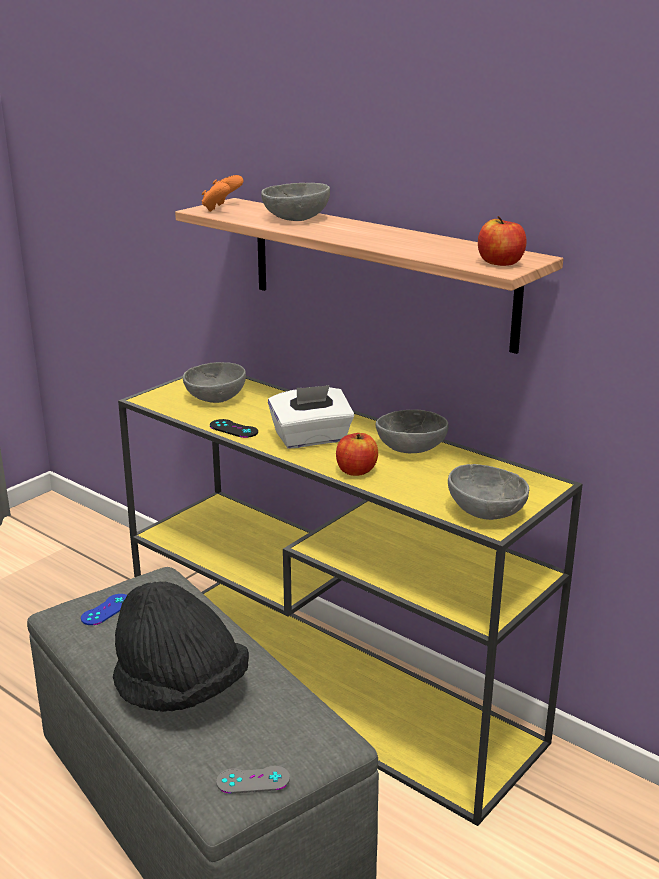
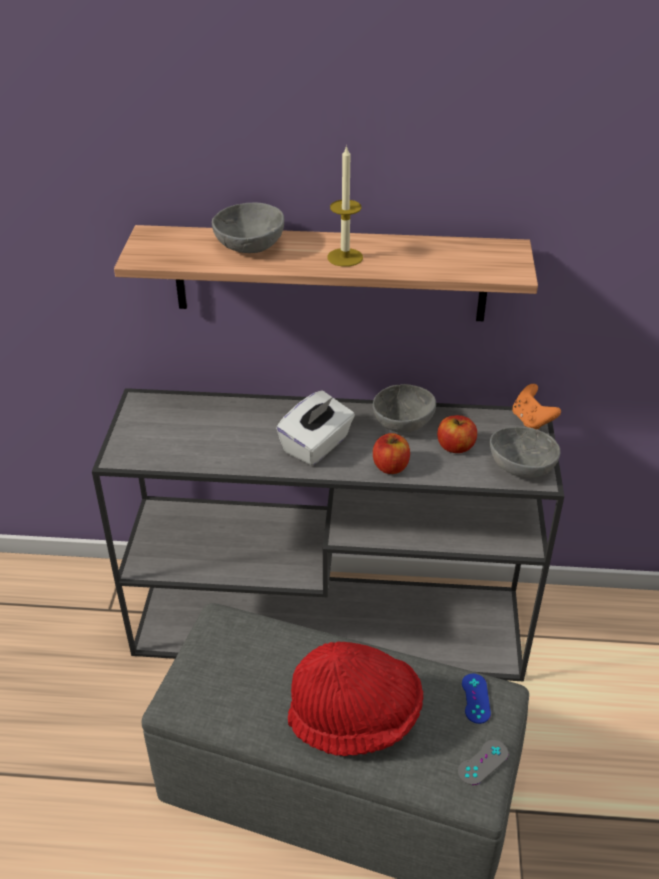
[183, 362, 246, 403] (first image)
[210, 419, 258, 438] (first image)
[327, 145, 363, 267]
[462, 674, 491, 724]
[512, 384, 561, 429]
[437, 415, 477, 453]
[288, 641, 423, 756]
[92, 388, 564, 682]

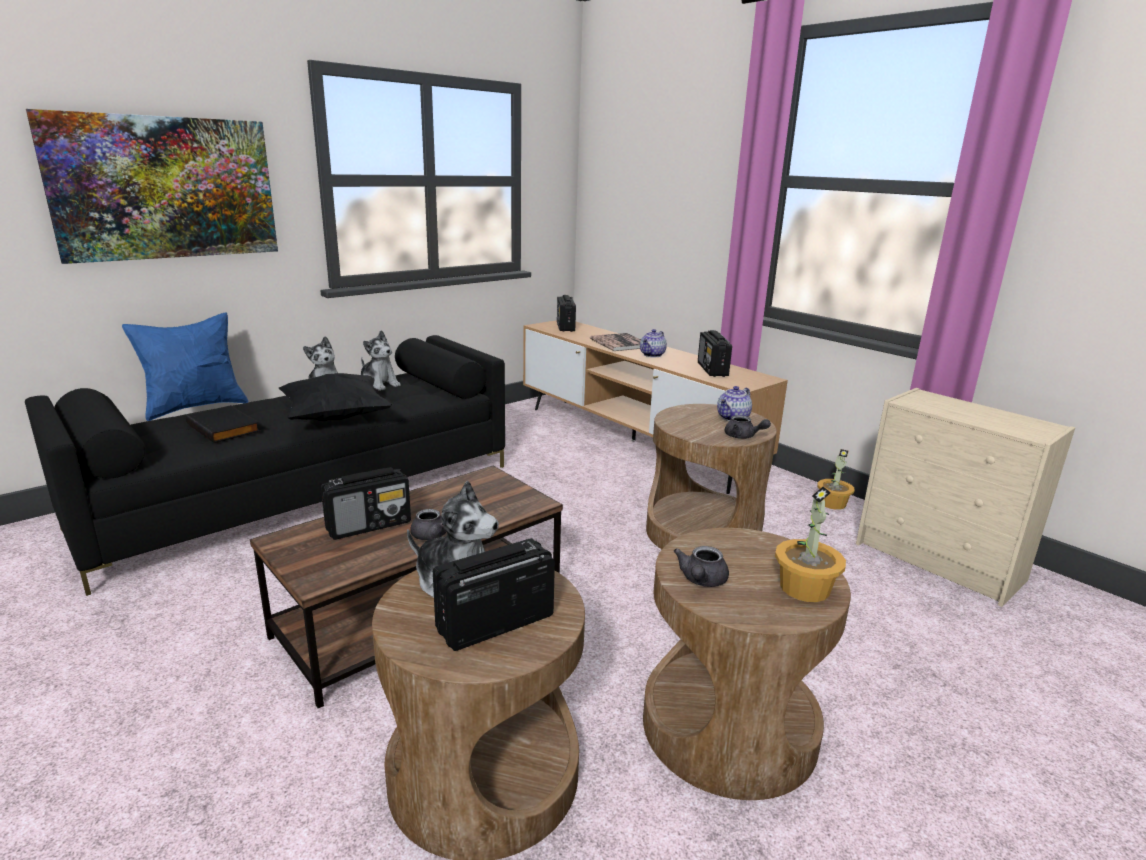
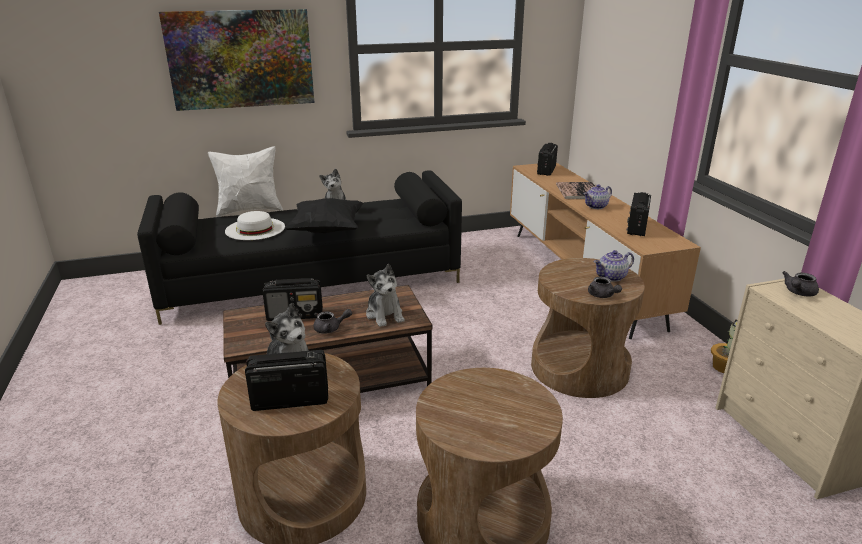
[775, 487, 846, 602] (first image)
[366, 264, 405, 327]
[782, 271, 819, 297]
[225, 211, 285, 240]
[208, 146, 283, 217]

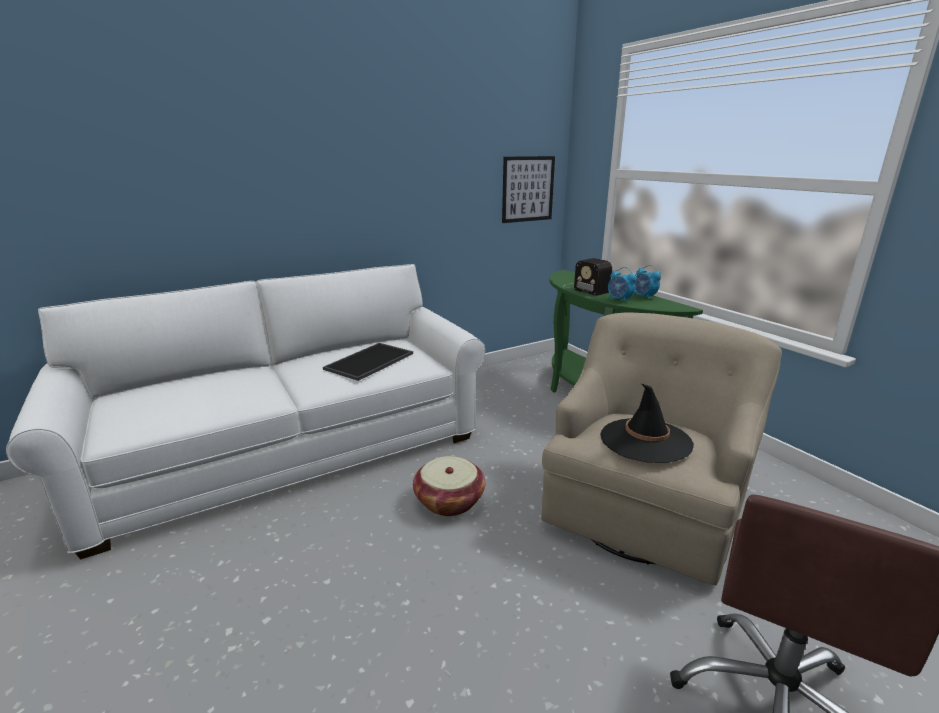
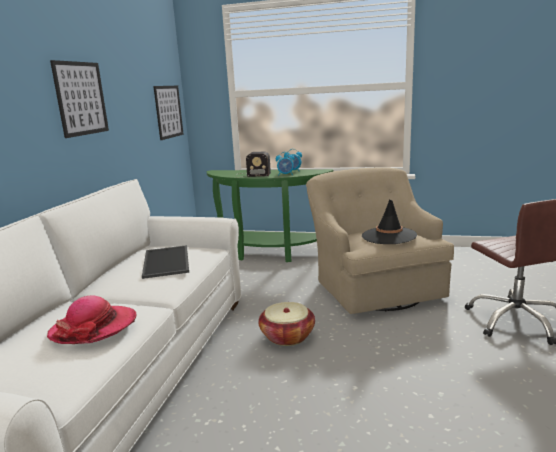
[47, 295, 136, 344]
[50, 60, 109, 138]

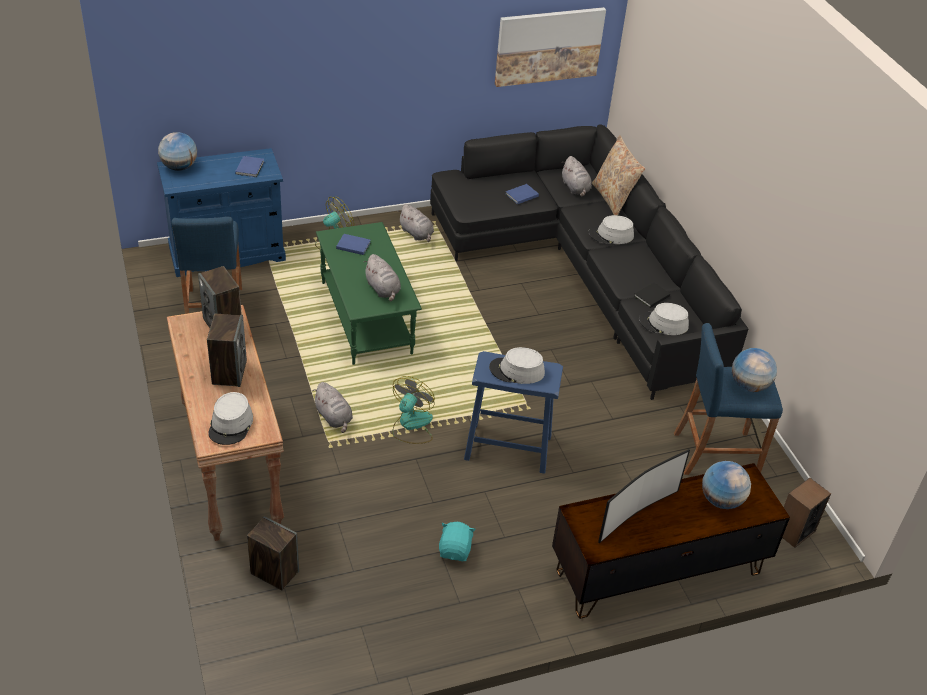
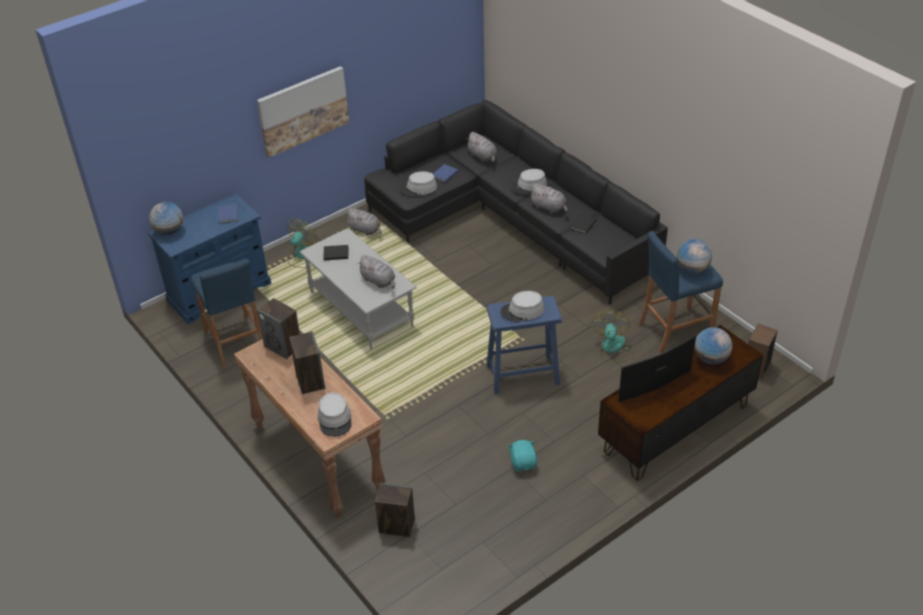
[592, 135, 645, 215] (first image)
[530, 183, 568, 213]
[592, 310, 635, 363]
[257, 66, 349, 157]
[399, 171, 437, 196]
[299, 228, 417, 349]
[324, 245, 348, 260]
[618, 335, 696, 402]

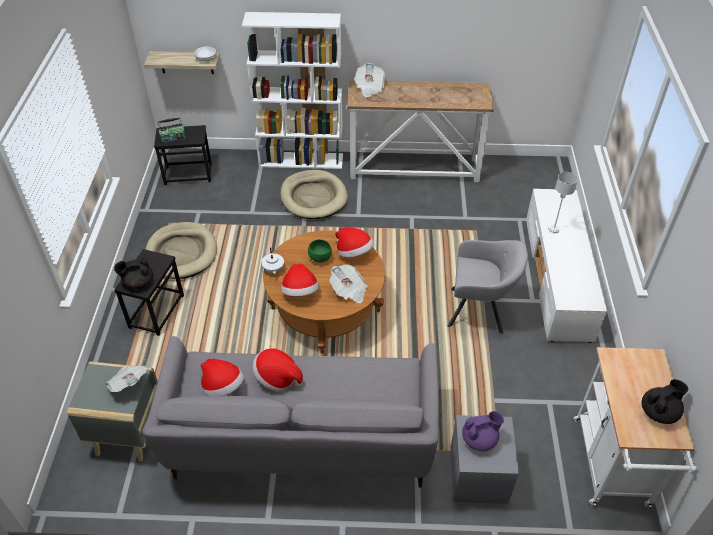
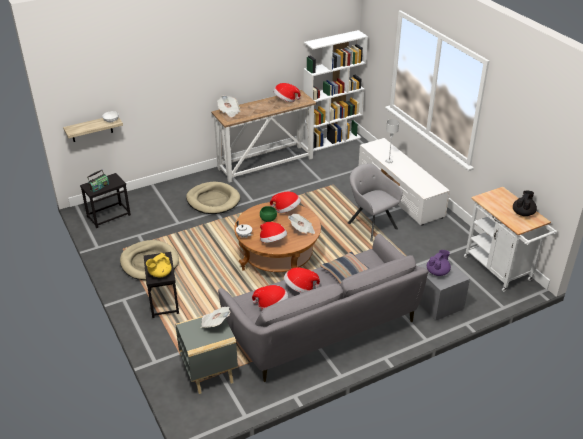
[273, 83, 300, 102]
[320, 252, 370, 284]
[303, 30, 368, 152]
[146, 253, 172, 277]
[348, 164, 403, 242]

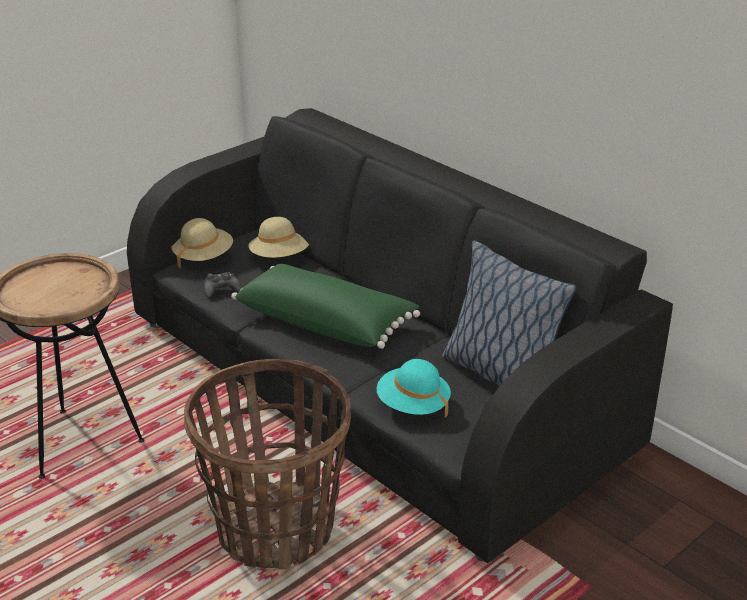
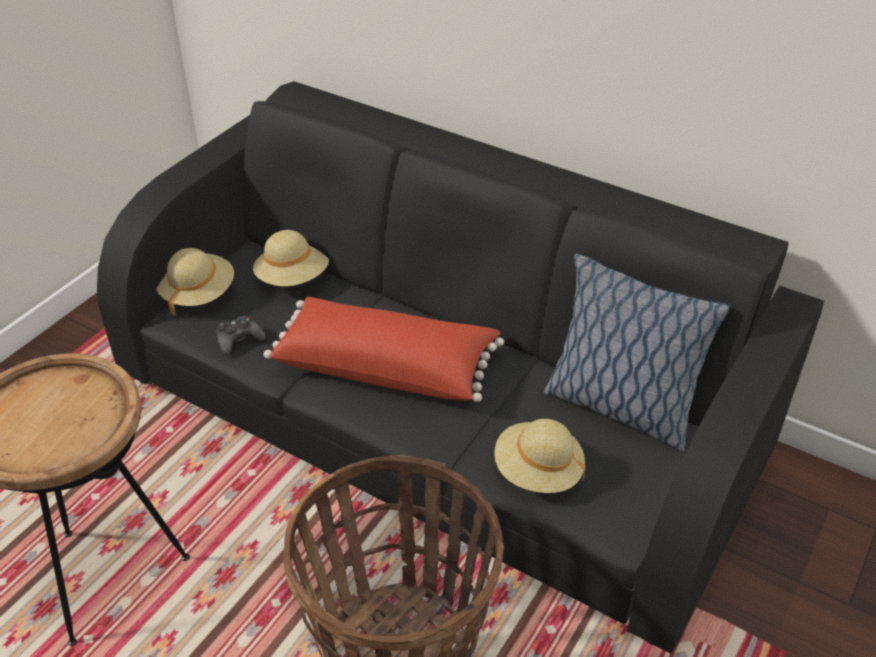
[264, 297, 504, 402]
[494, 419, 585, 493]

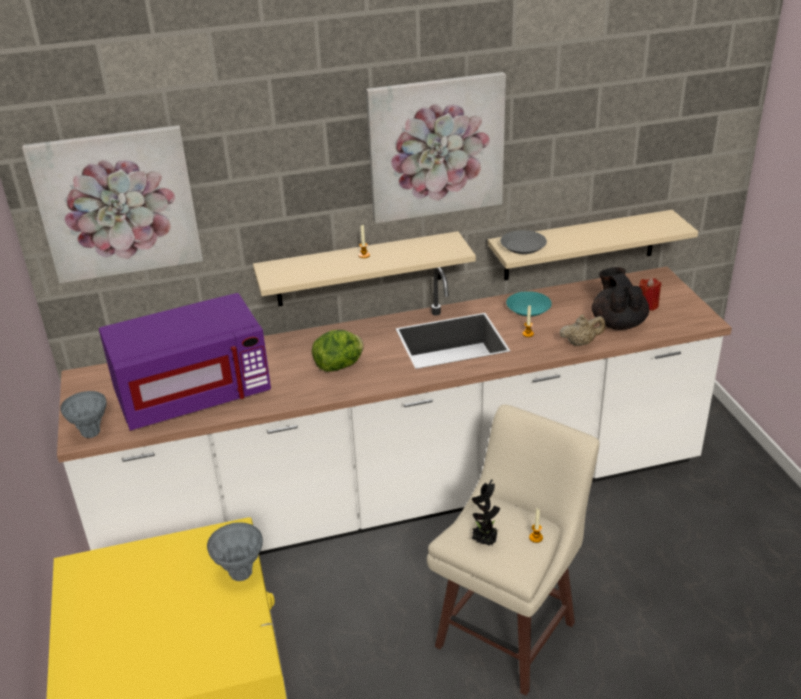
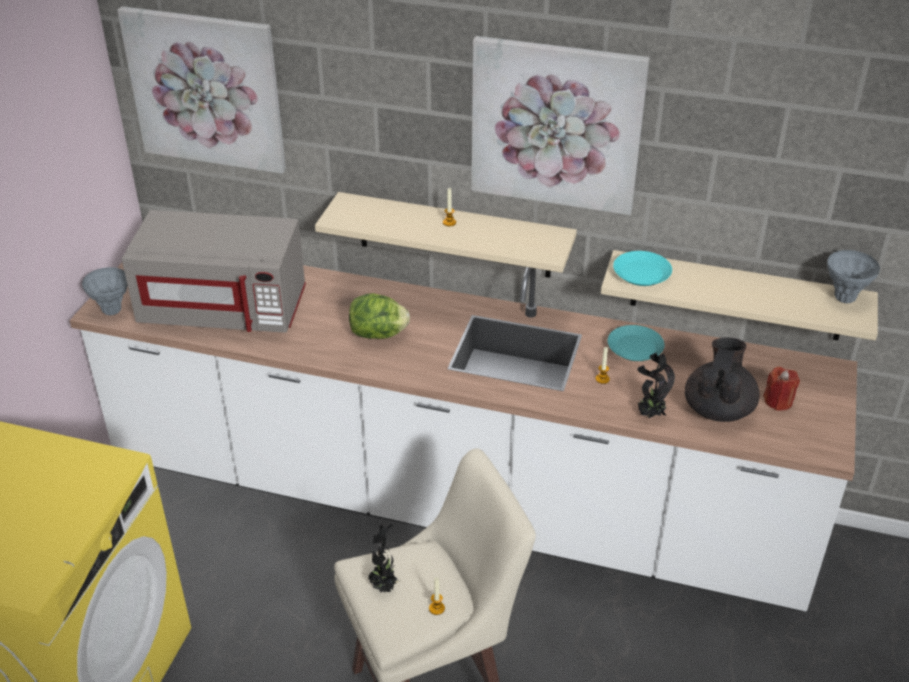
[827, 250, 880, 303]
[637, 352, 675, 418]
[122, 210, 306, 333]
[613, 251, 672, 286]

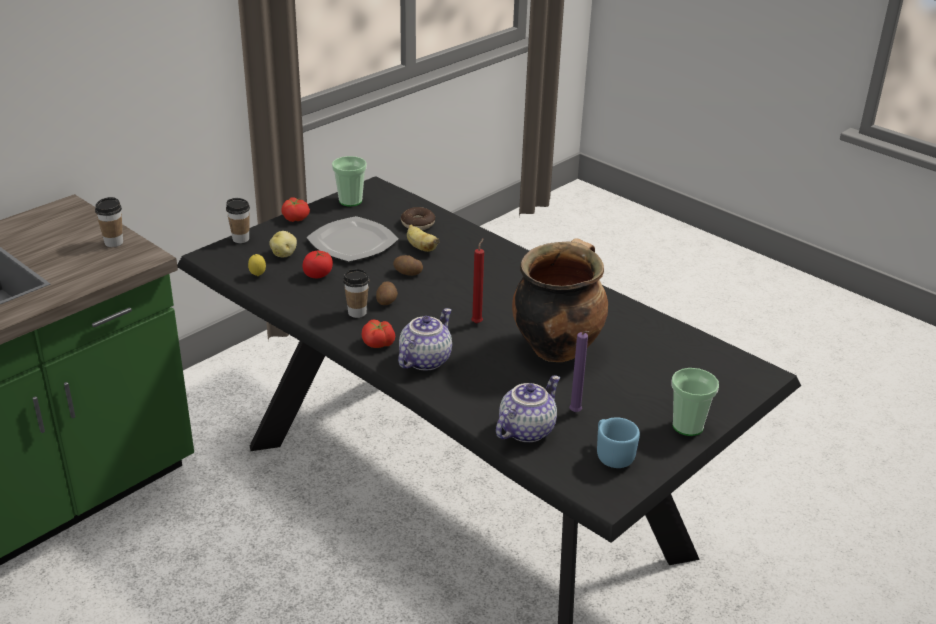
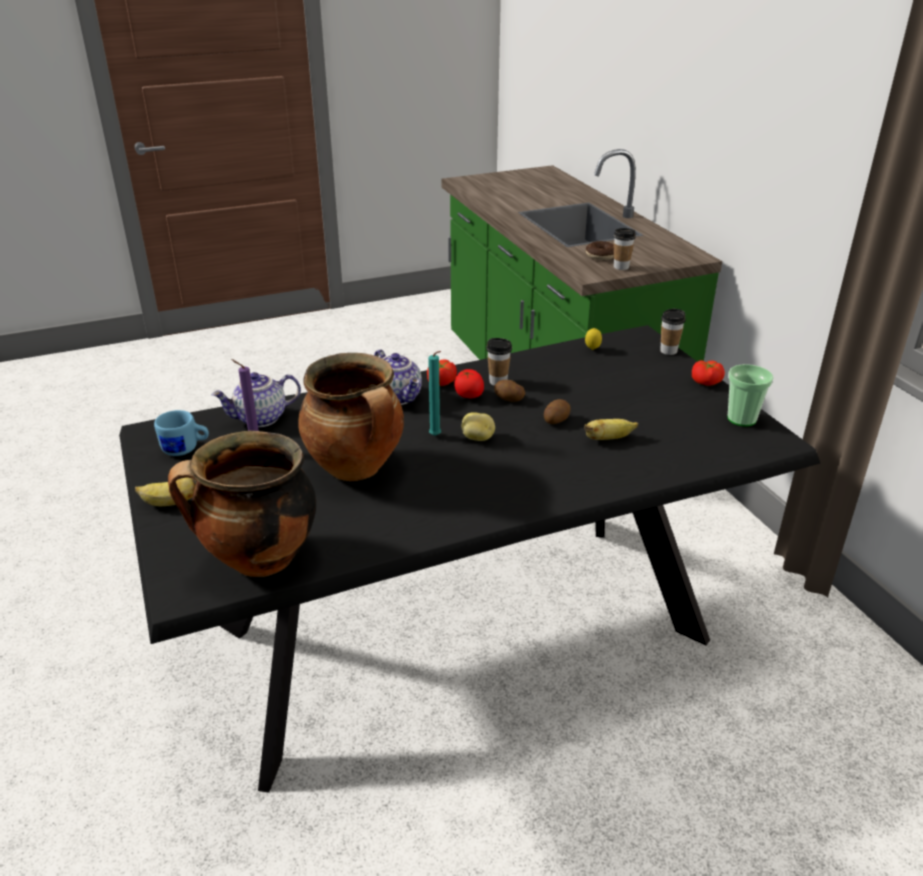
[307, 216, 399, 262] (first image)
[168, 431, 316, 577]
[462, 412, 495, 441]
[454, 369, 484, 398]
[586, 241, 614, 260]
[135, 477, 197, 506]
[428, 351, 441, 436]
[212, 372, 301, 427]

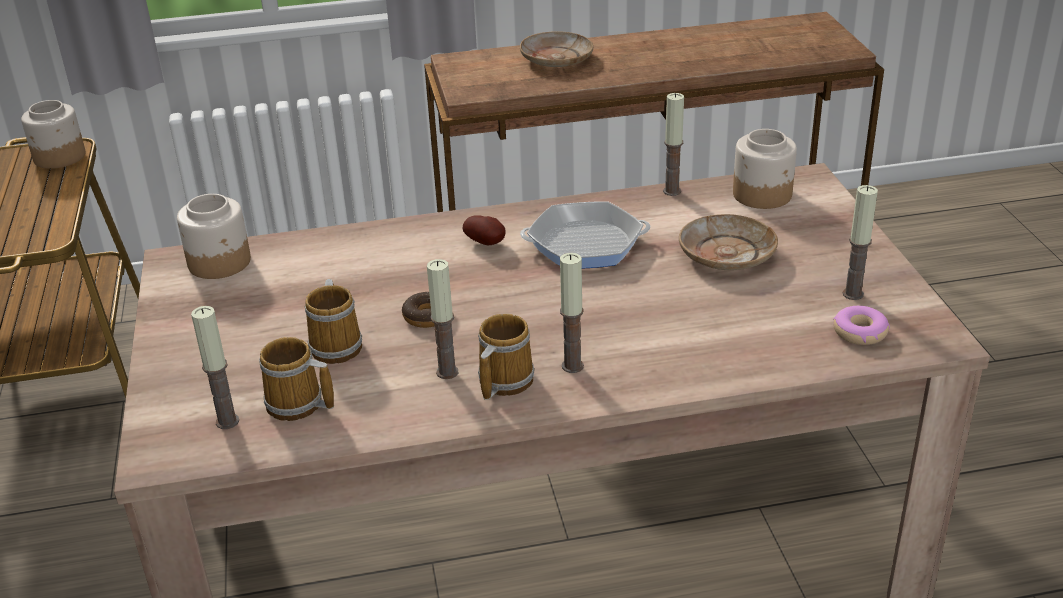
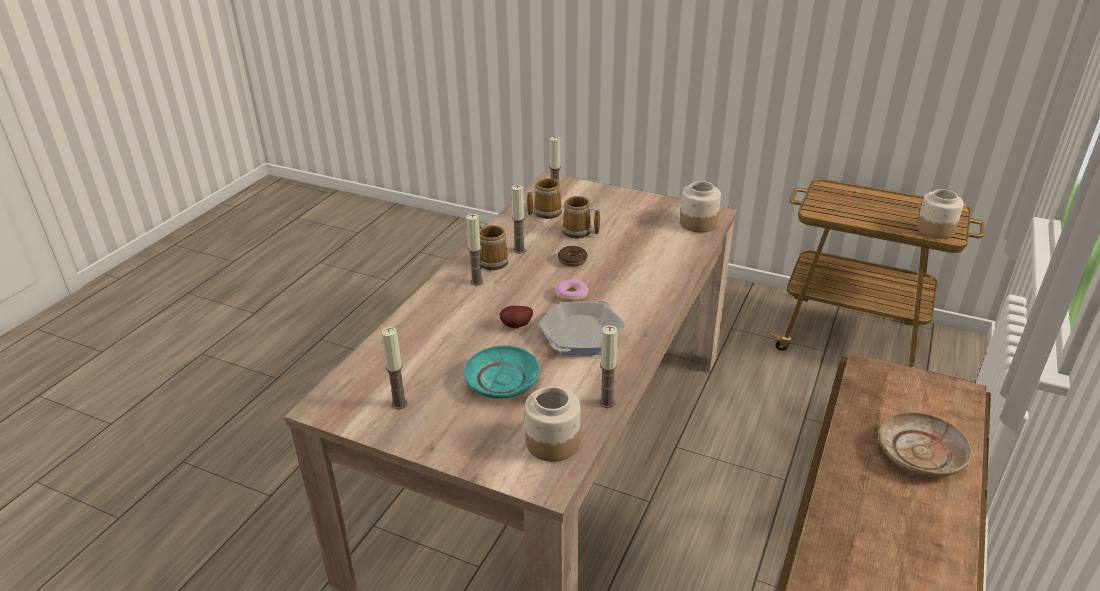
[500, 306, 533, 328]
[555, 279, 588, 302]
[464, 345, 540, 399]

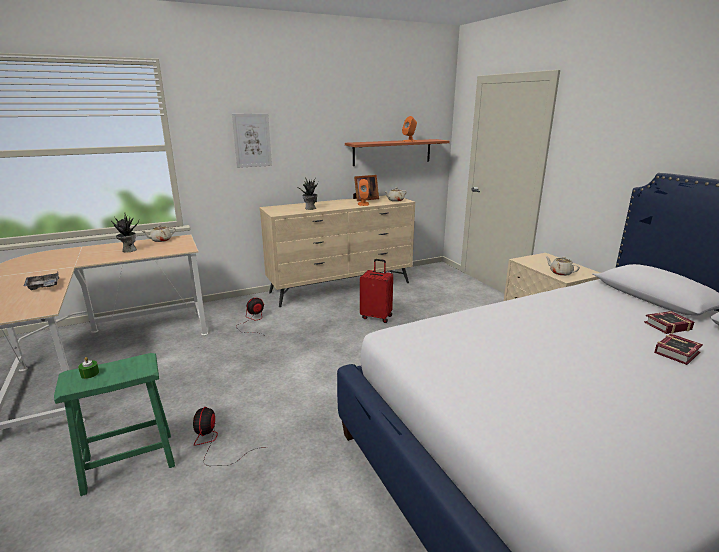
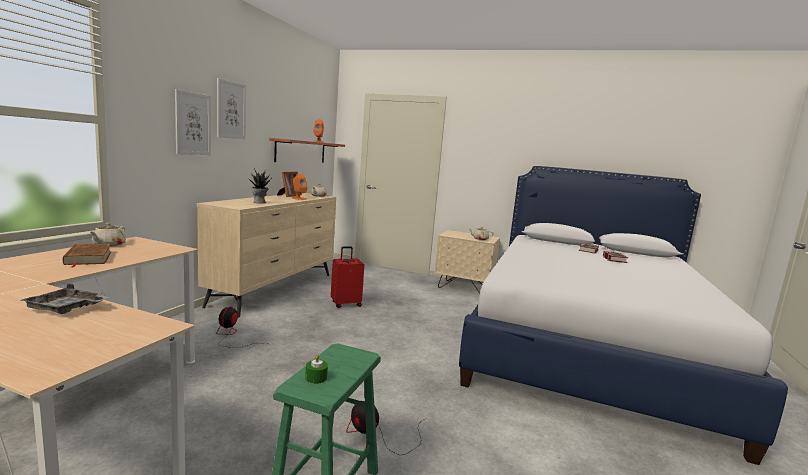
[217, 78, 246, 139]
[63, 244, 111, 267]

